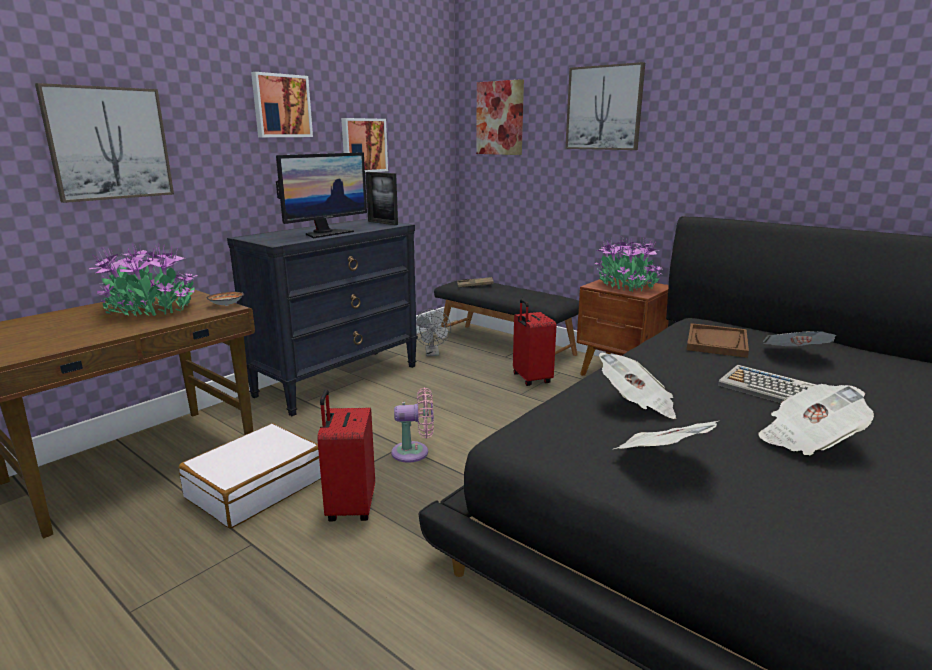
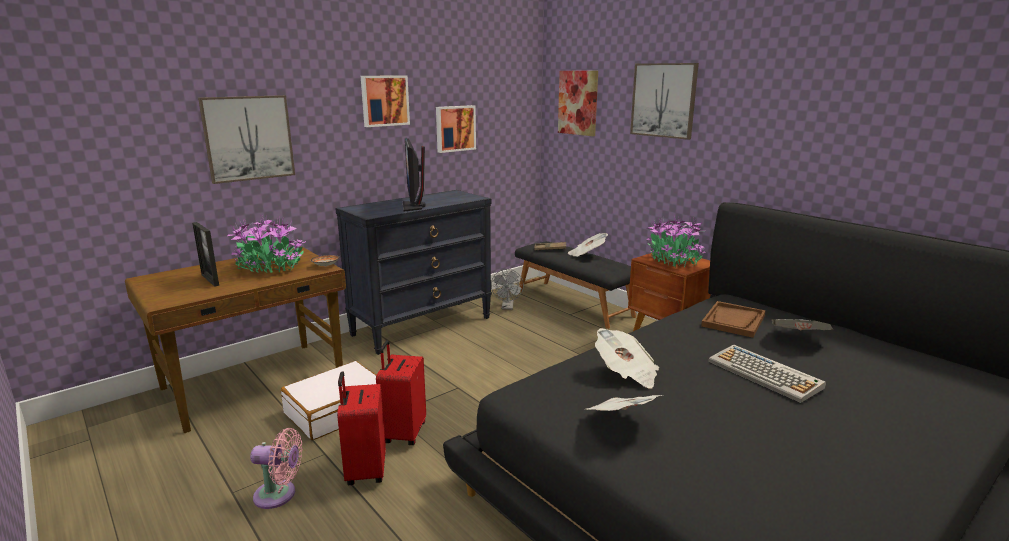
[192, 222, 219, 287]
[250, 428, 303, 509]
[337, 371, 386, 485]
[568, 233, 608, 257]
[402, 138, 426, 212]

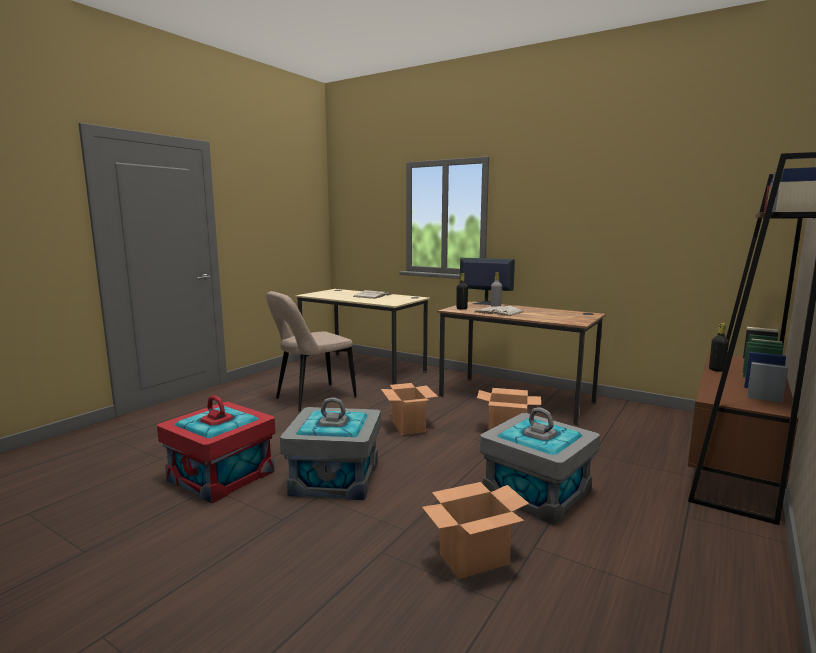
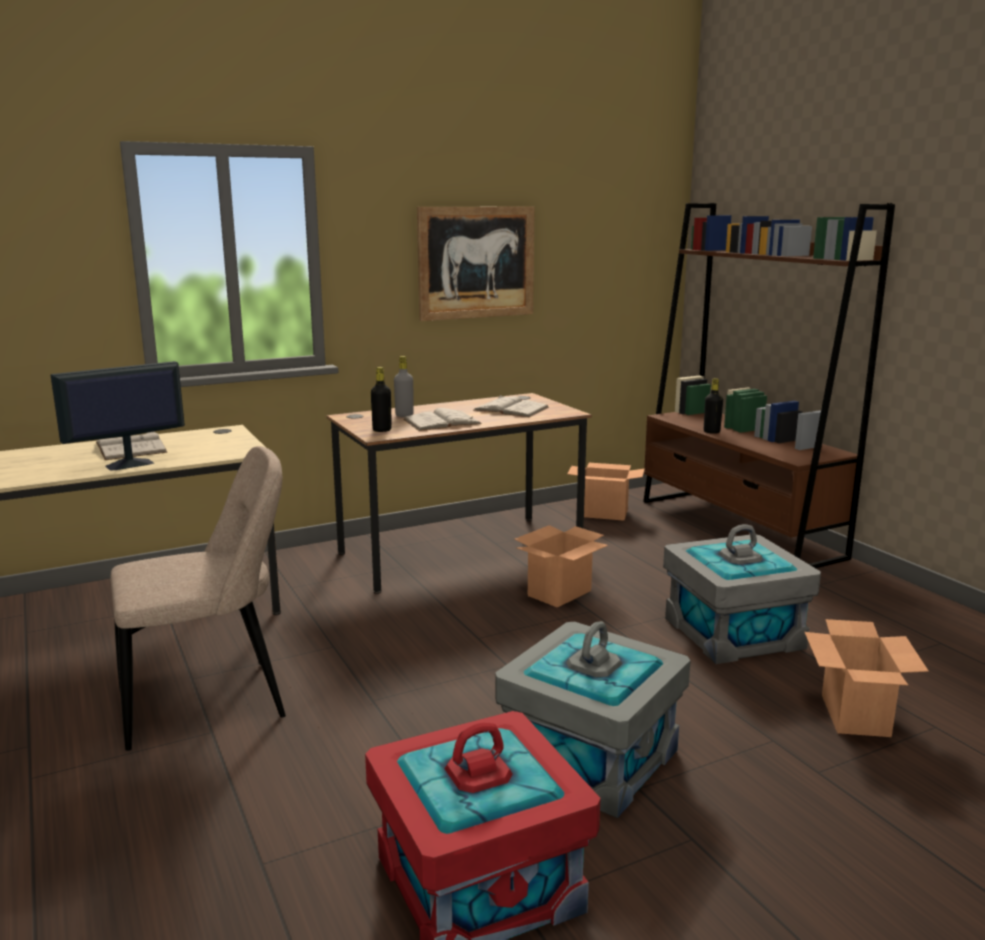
[417, 206, 535, 321]
[474, 395, 549, 417]
[567, 463, 645, 521]
[51, 361, 185, 471]
[110, 446, 286, 751]

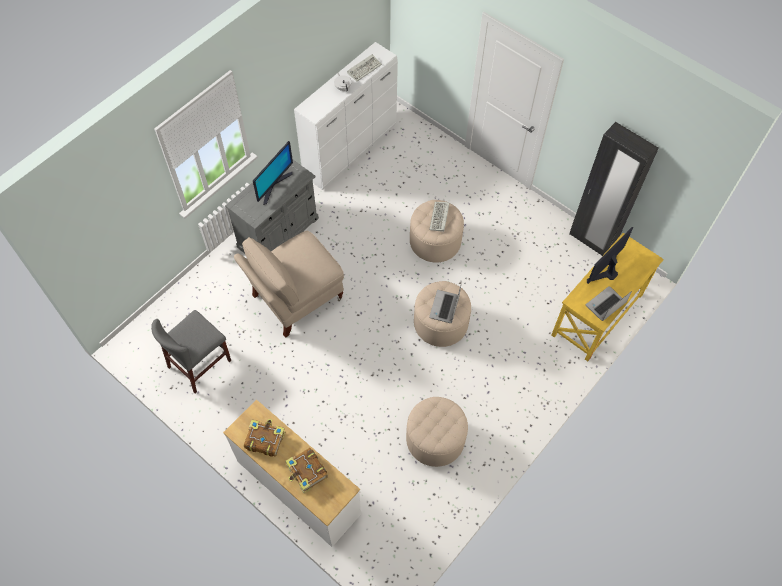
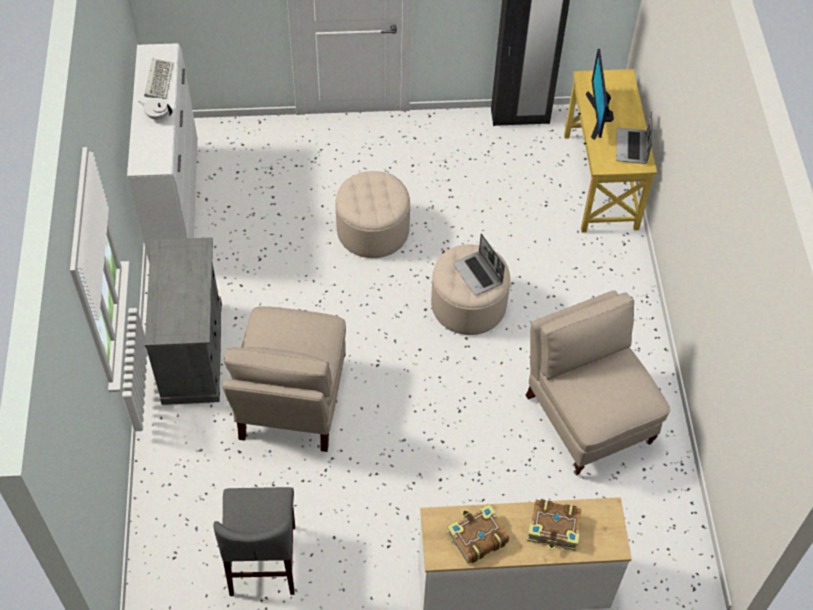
[253, 141, 293, 205] (first image)
[429, 202, 450, 232] (first image)
[526, 290, 670, 475]

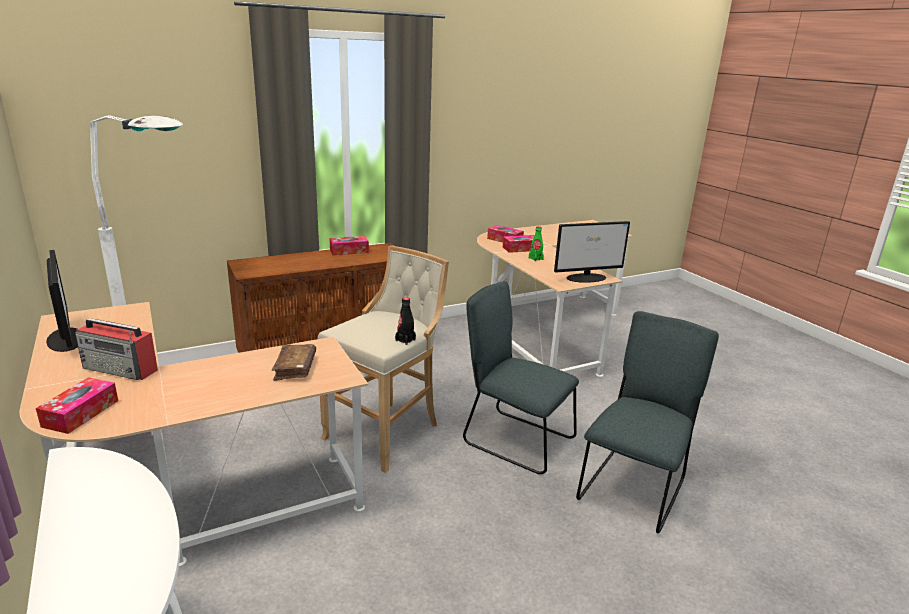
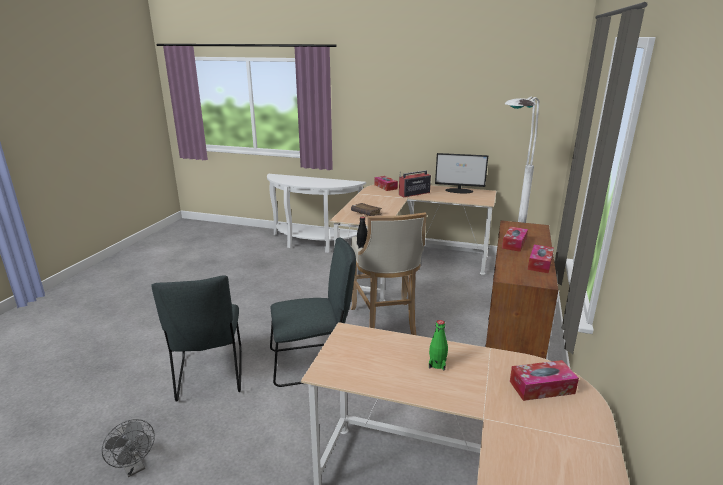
[554, 221, 630, 283] (first image)
[101, 419, 155, 477]
[502, 226, 528, 252]

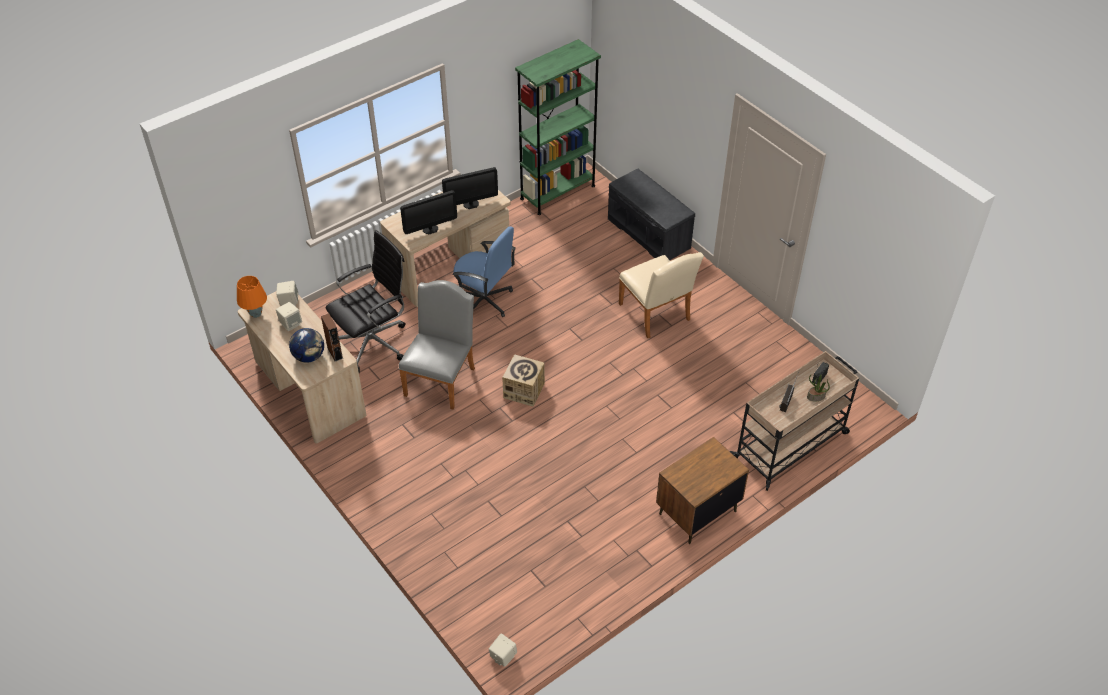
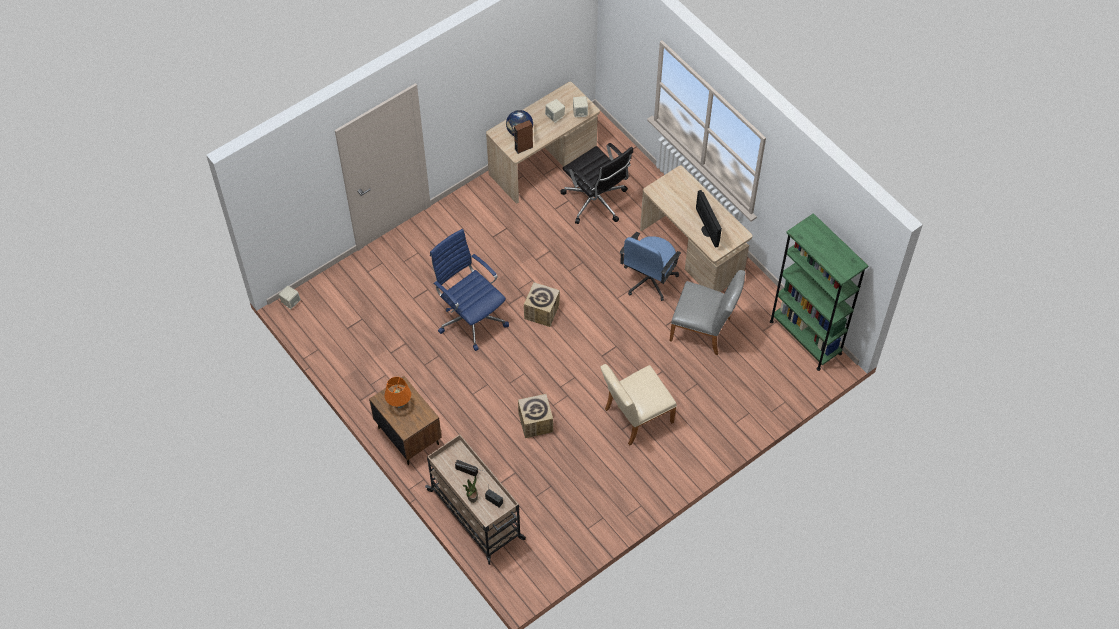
[400, 190, 457, 234] (first image)
[608, 169, 695, 260] (first image)
[430, 229, 509, 351]
[518, 394, 553, 438]
[385, 377, 411, 408]
[669, 270, 745, 355]

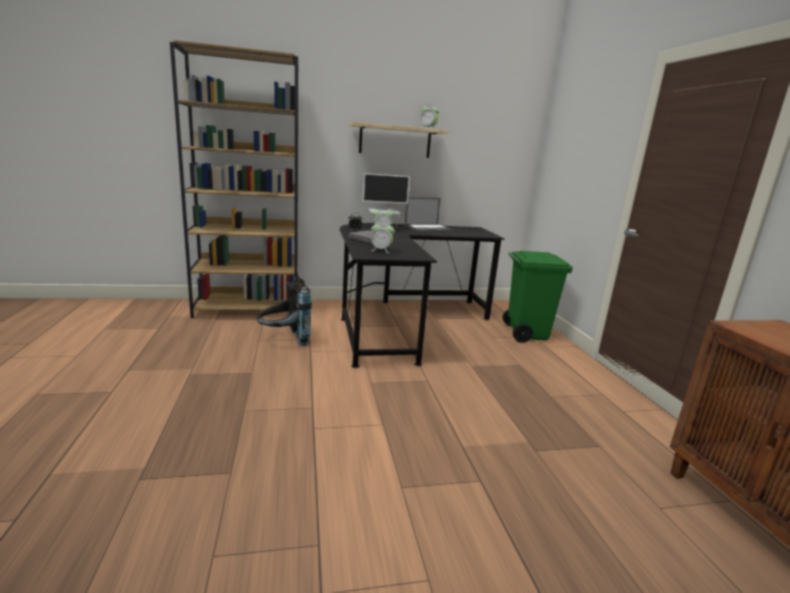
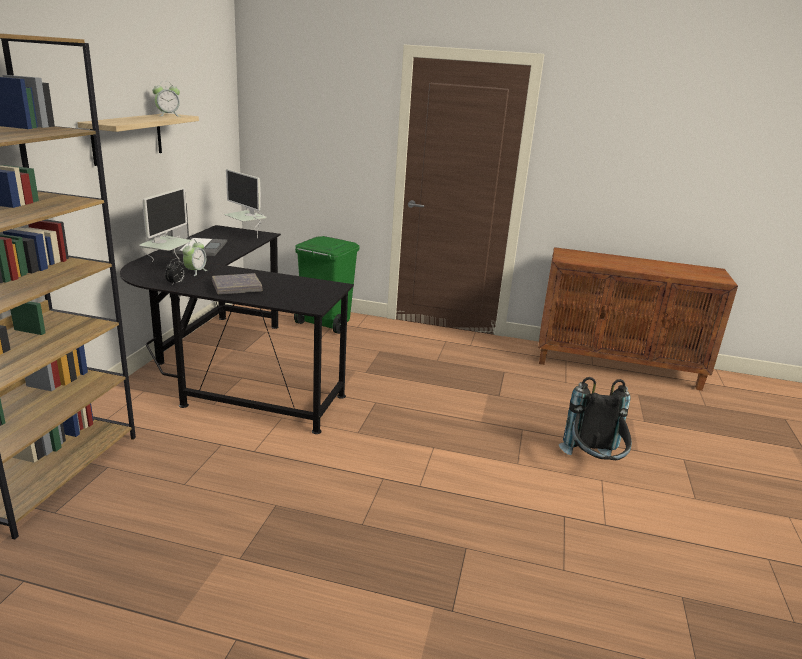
[371, 221, 395, 253] (first image)
[224, 169, 267, 239]
[559, 377, 632, 460]

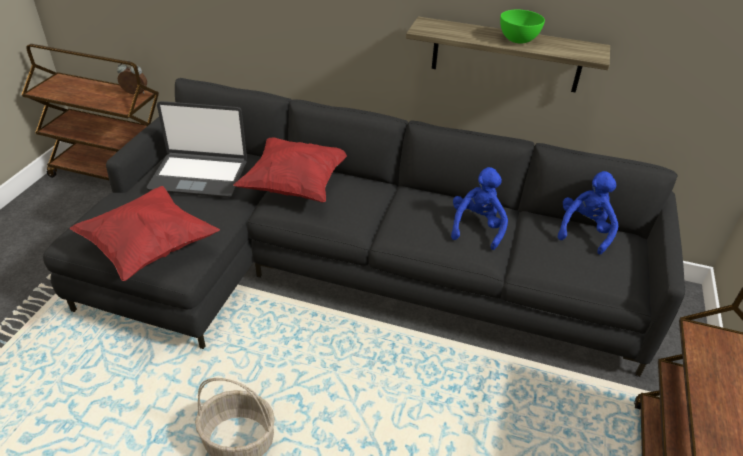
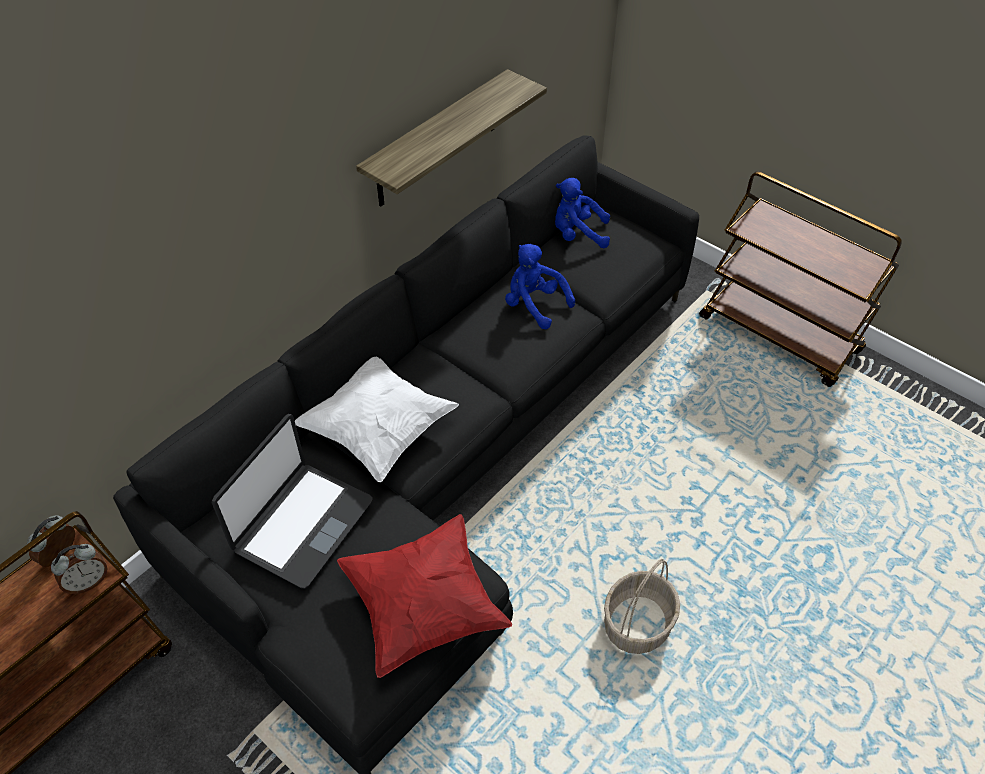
[500, 10, 545, 44] (first image)
[51, 544, 108, 594]
[295, 356, 459, 482]
[555, 178, 610, 248]

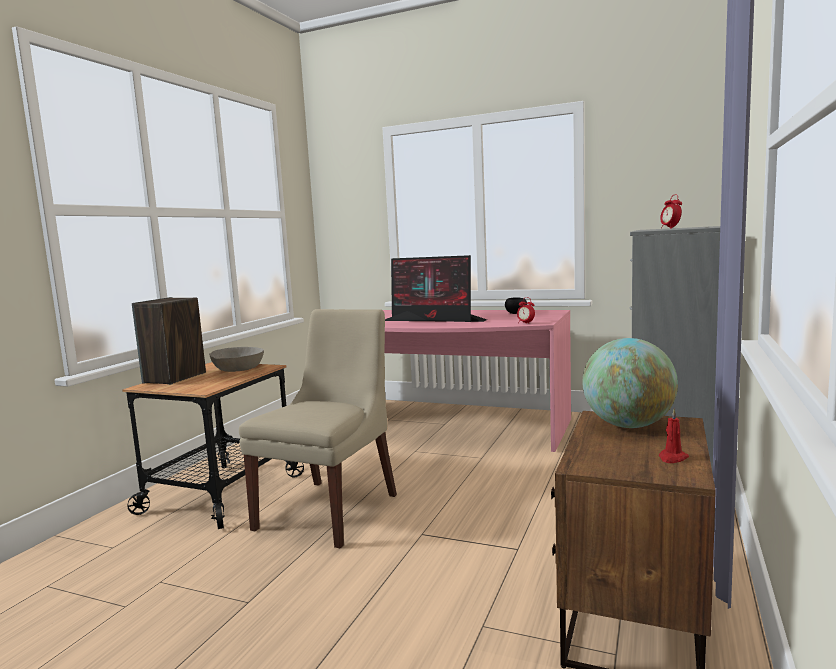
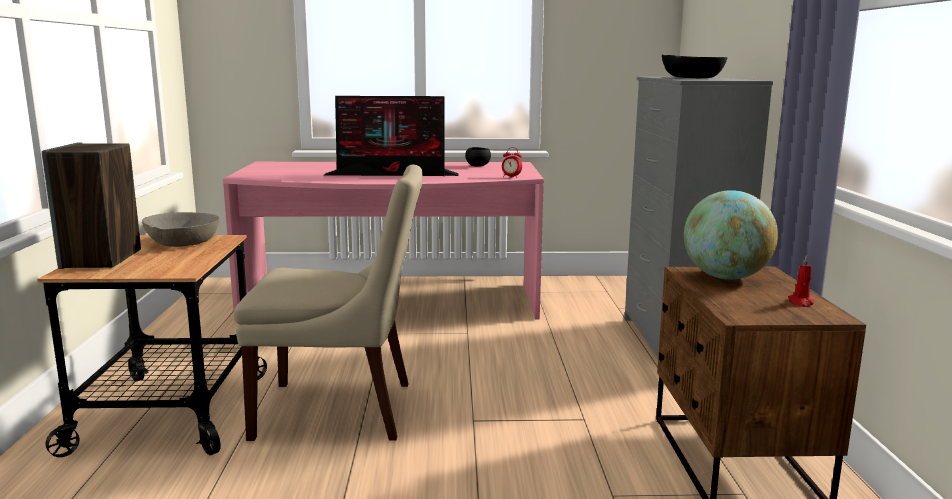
[662, 55, 728, 78]
[234, 165, 423, 441]

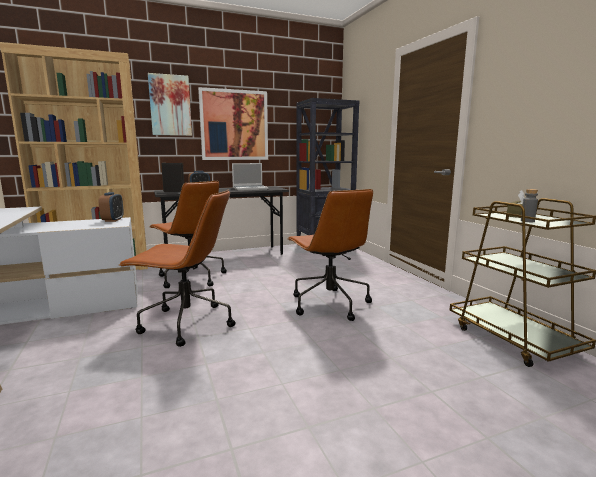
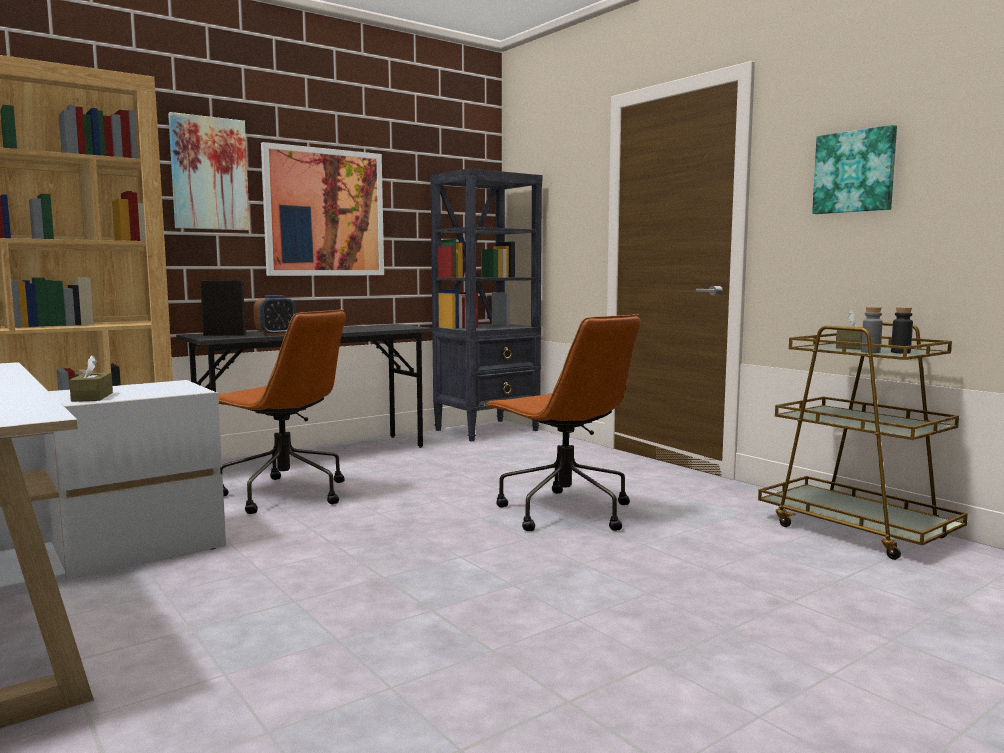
[99, 192, 124, 222] (first image)
[118, 189, 236, 347] (first image)
[232, 163, 269, 191] (first image)
[69, 355, 113, 402]
[812, 125, 897, 214]
[891, 307, 913, 354]

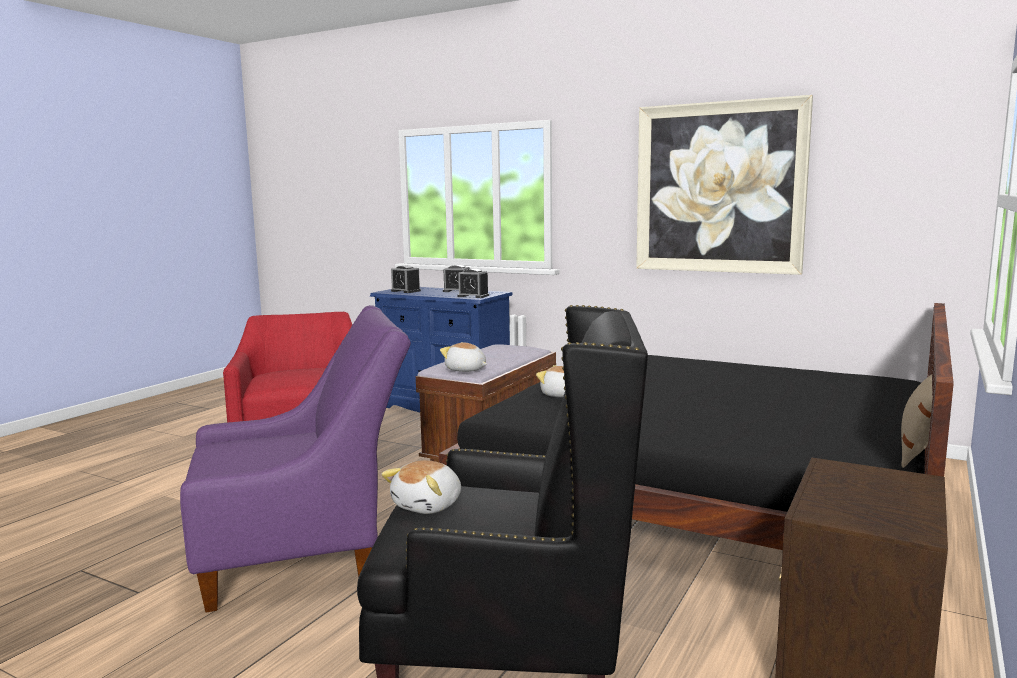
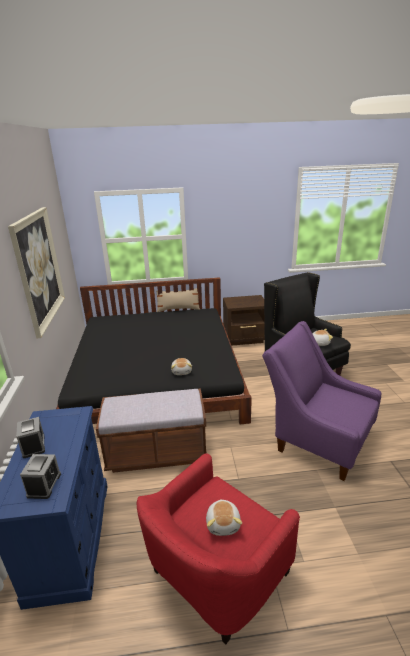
[457, 269, 489, 298] (first image)
[206, 500, 242, 536]

